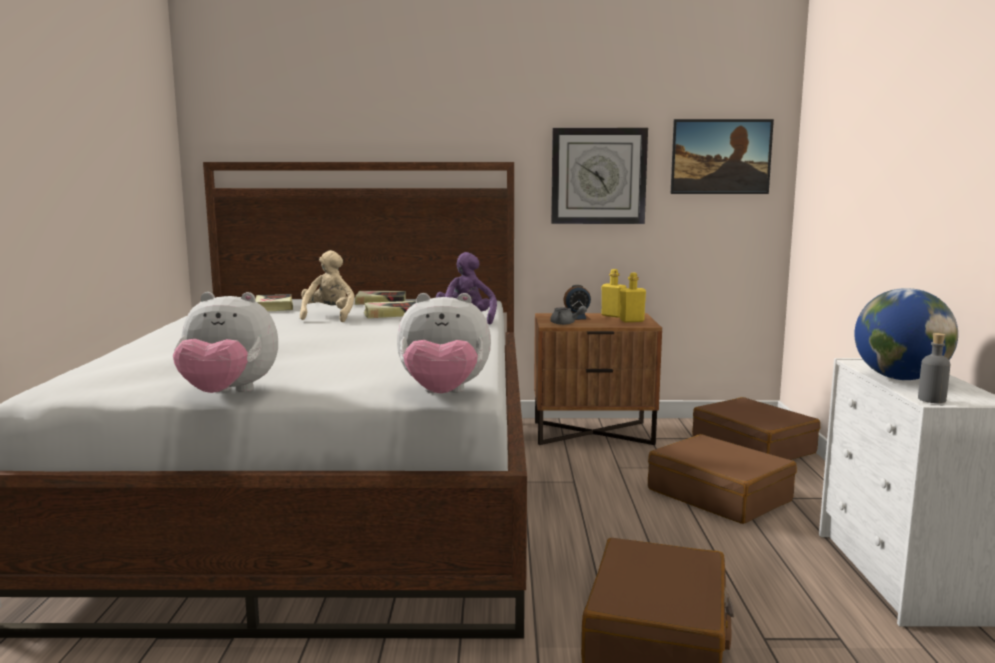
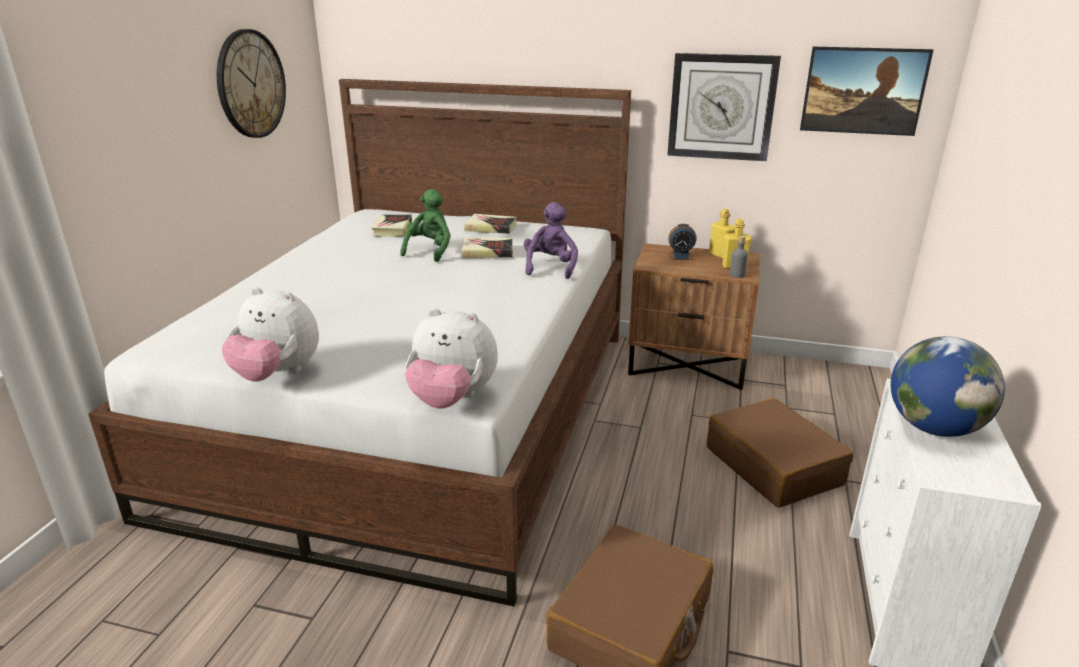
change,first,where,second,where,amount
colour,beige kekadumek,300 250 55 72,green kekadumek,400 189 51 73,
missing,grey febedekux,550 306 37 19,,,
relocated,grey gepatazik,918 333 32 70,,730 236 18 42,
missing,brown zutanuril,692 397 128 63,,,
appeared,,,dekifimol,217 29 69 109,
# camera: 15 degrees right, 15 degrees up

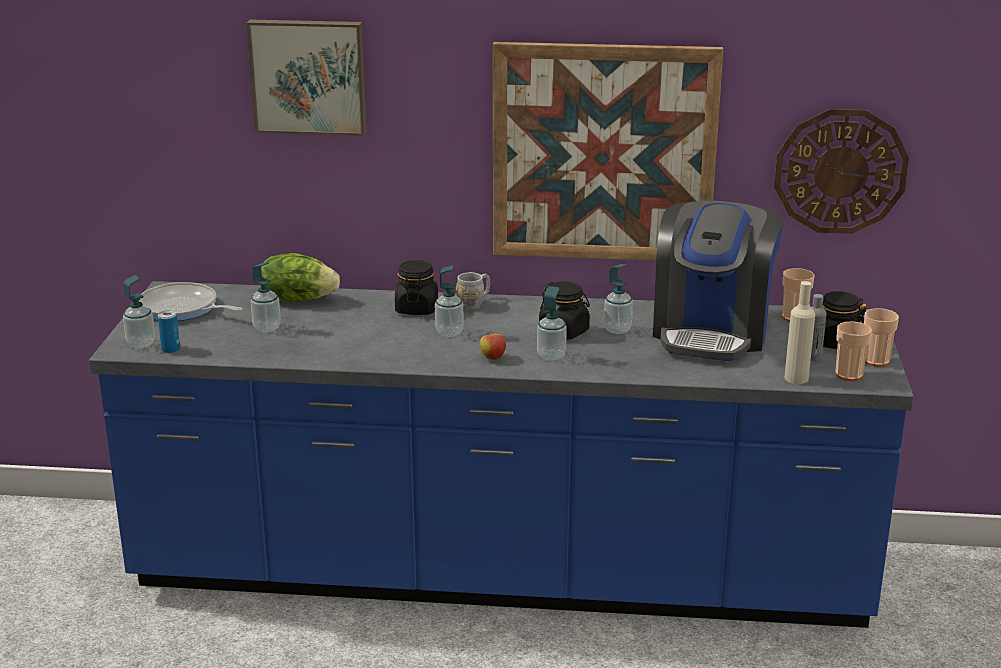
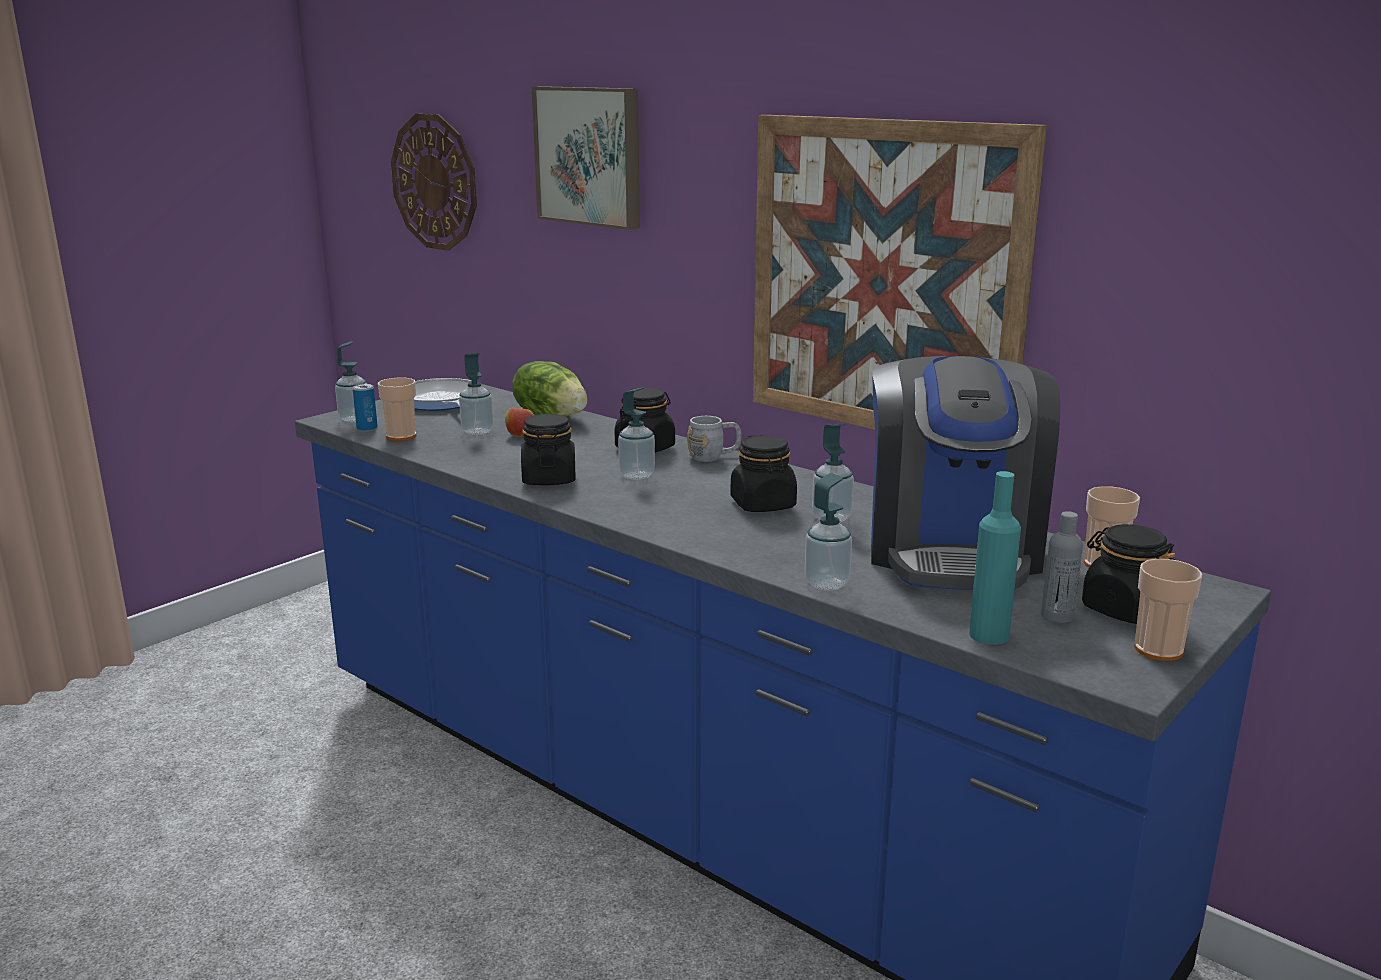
change,first,where,second,where,amount
relocated,dekifimol,774 109 135 125,,391 114 86 137,
spun,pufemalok,653 201 131 160,,871 356 189 234,45 degrees counterclockwise
colour,beige gepatazik,784 281 31 103,turquoise gepatazik,969 471 52 174,
relocated,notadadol,537 286 30 75,,805 473 47 118,
relocated,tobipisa,835 321 37 60,,378 378 38 63,
relocated,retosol,480 330 26 30,,505 405 29 32,
appeared,,,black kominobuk,521 414 54 71,
# camera: 35 degrees right, 5 degrees down

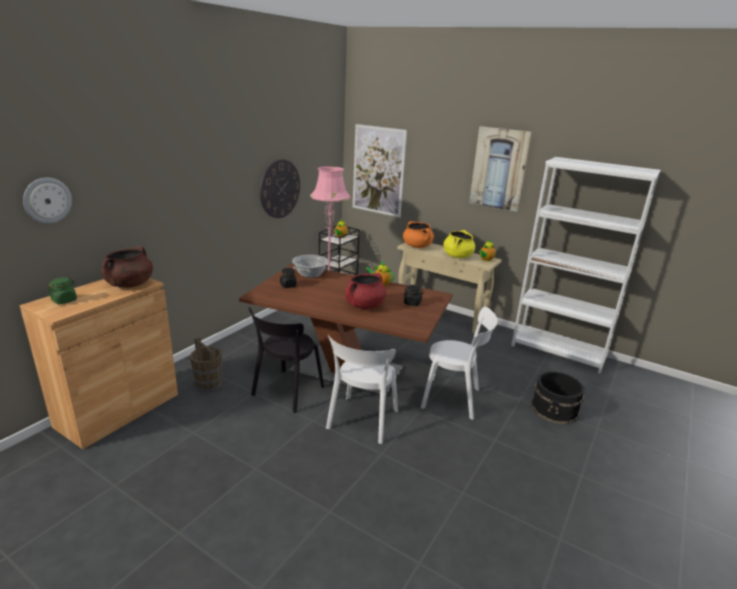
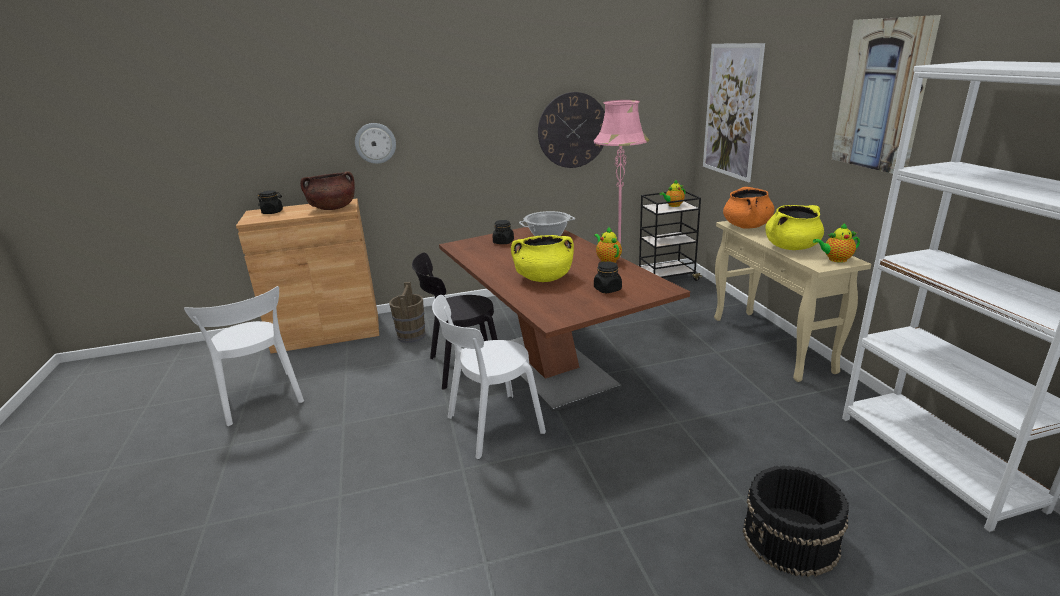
change,first,where,second,where,amount
relocated,dekifimol,23 177 49 46,,355 123 41 41,
colour,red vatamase,345 273 42 36,yellow vatamase,511 235 63 47,
colour,green kominobuk,48 278 29 26,black kominobuk,257 190 26 24,
relocated,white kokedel,421 307 76 113,,184 286 120 140,
# camera: 45 degrees right, 0 degrees up

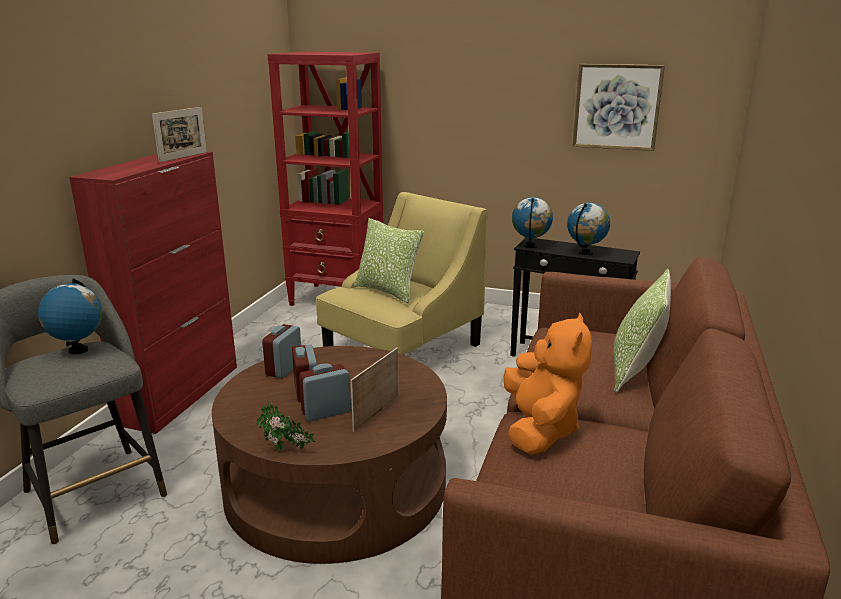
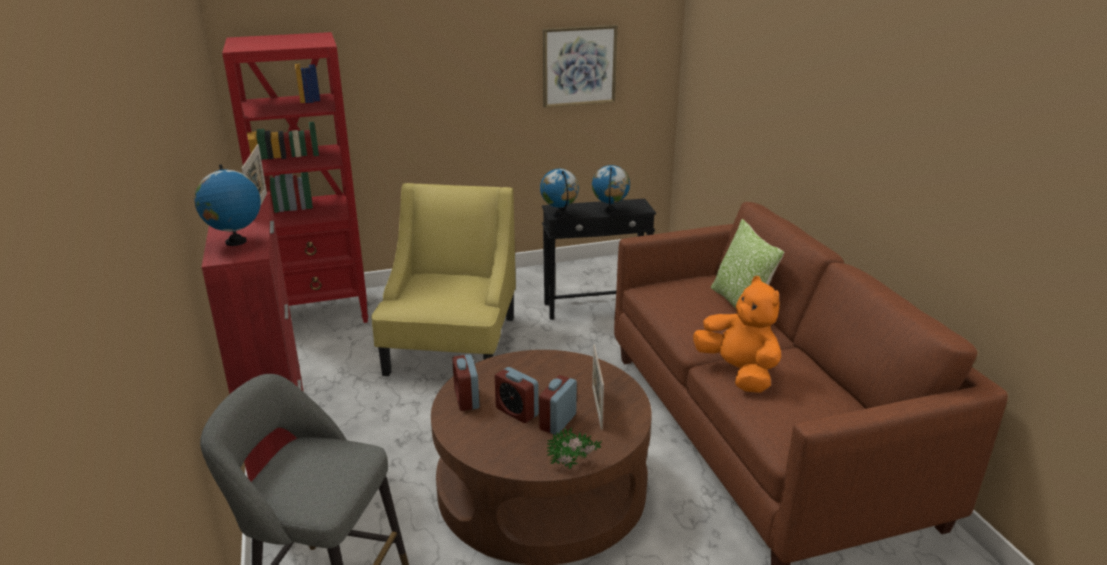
change,first,where,second,where,amount
missing,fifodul,354 218 70 85,,,
relocated,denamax,38 279 64 75,,194 165 67 81,
# camera: 35 degrees left, 5 degrees up

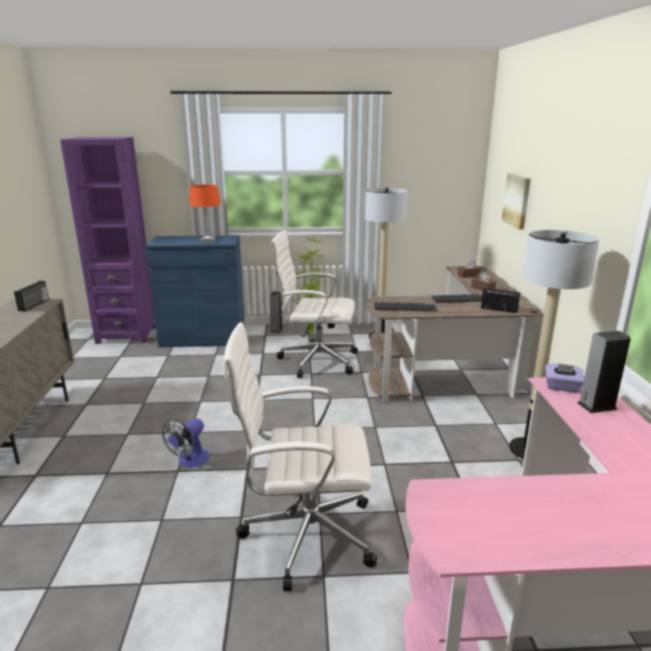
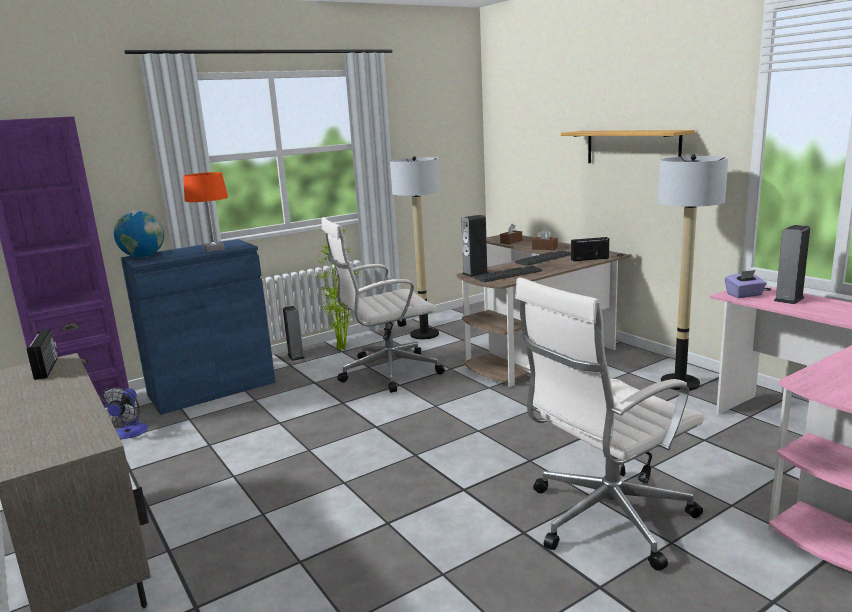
change,first,where,second,where,amount
missing,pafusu,502 173 29 57,,,
relocated,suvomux,162 419 47 48,,98 387 50 52,
appeared,,,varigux,561 130 134 33,
appeared,,,denamax,114 211 50 46,
appeared,,,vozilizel,461 215 27 62,
# camera: 30 degrees left, 5 degrees down

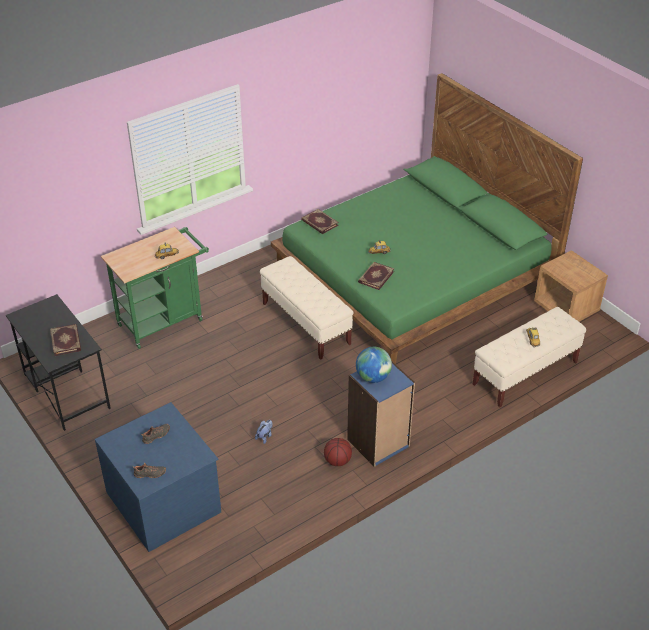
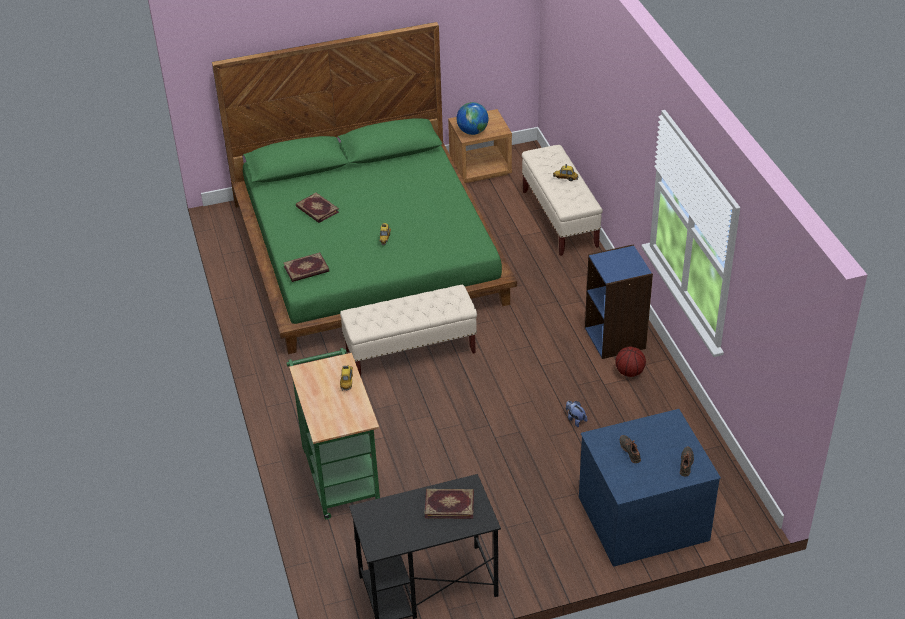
change,first,where,second,where,amount
relocated,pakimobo,358 262 36 28,,296 193 43 30,
relocated,denamax,356 347 36 36,,456 102 33 33,
# camera: 70 degrees left, 0 degrees up

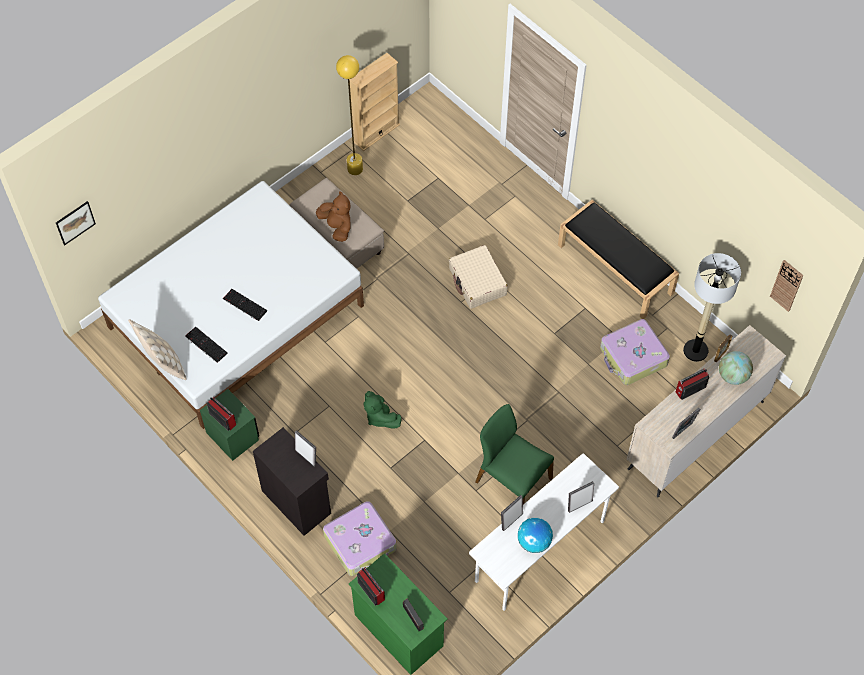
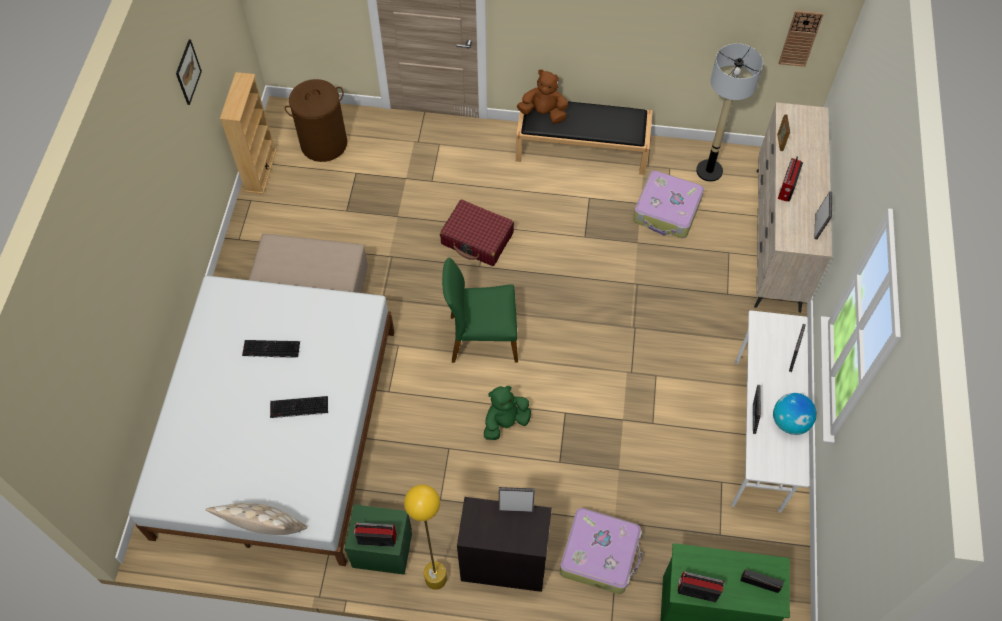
change,first,where,second,where,amount
relocated,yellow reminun,336 55 27 120,,404 484 43 106,
relocated,brown kekadumek,316 191 35 51,,517 70 51 53,
relocated,pafusu,56 201 40 44,,176 40 26 65,
colour,beige zutanuril,449 245 59 64,red zutanuril,440 199 74 67,
relocated,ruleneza,185 327 43 36,,242 340 58 18,
missing,denamax,719 351 34 34,,,
spun,green kekadumek,364 391 38 37,,484 386 47 54,135 degrees clockwise
relocated,green kokedel,475 404 79 101,,442 258 76 105,
appeared,,,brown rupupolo,285 79 62 83,
# camera: 40 degrees left, 0 degrees up

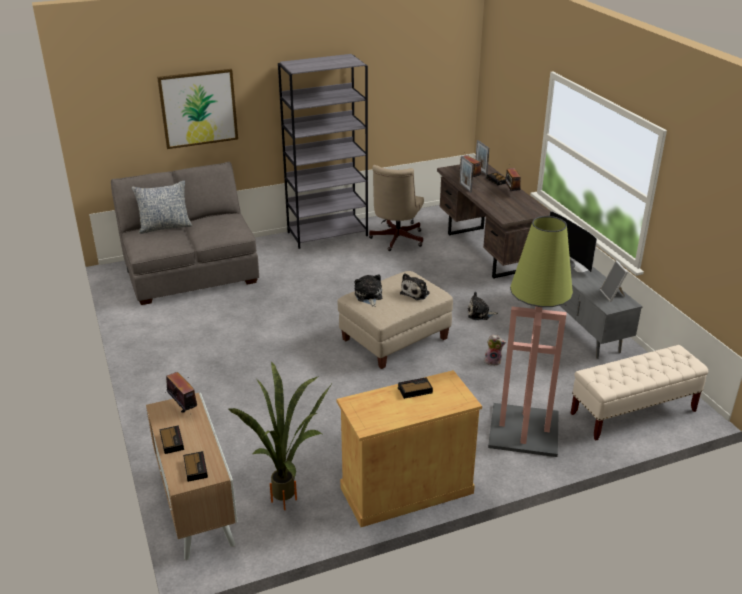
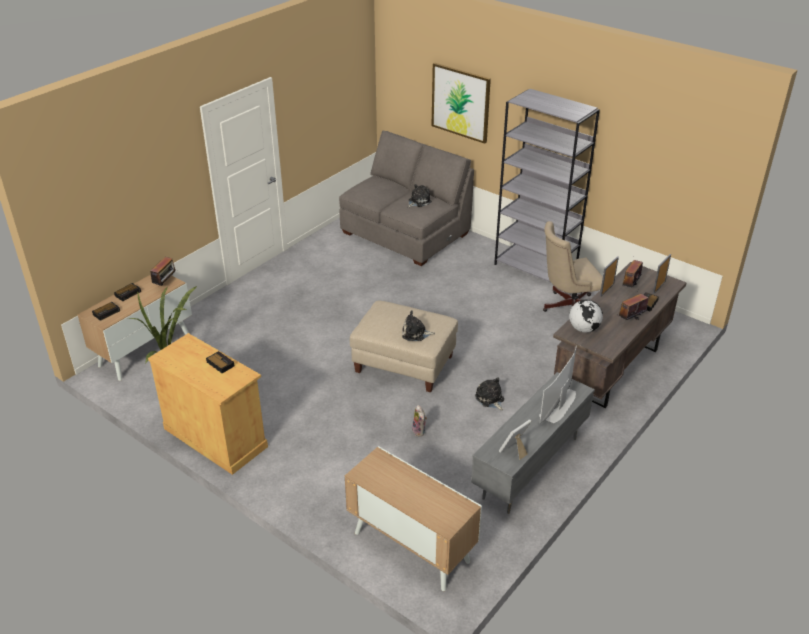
change,first,where,second,where,amount
missing,fifodul,132 180 60 53,,,
missing,reminun,488 216 85 241,,,
relocated,kekadumek,355 274 27 33,,408 184 24 24,
exchanged,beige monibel,570 345 138 96,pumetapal,345 446 137 145,
appeared,,,denamax,569 300 34 33,
# camera: 60 degrees right, 5 degrees up

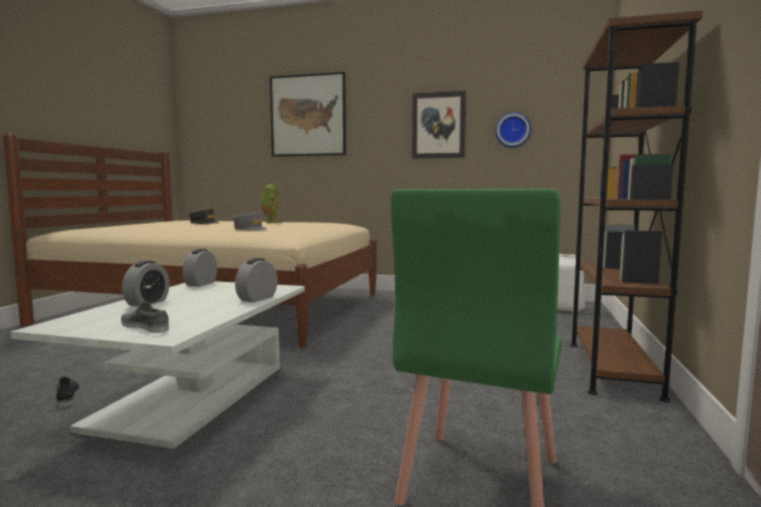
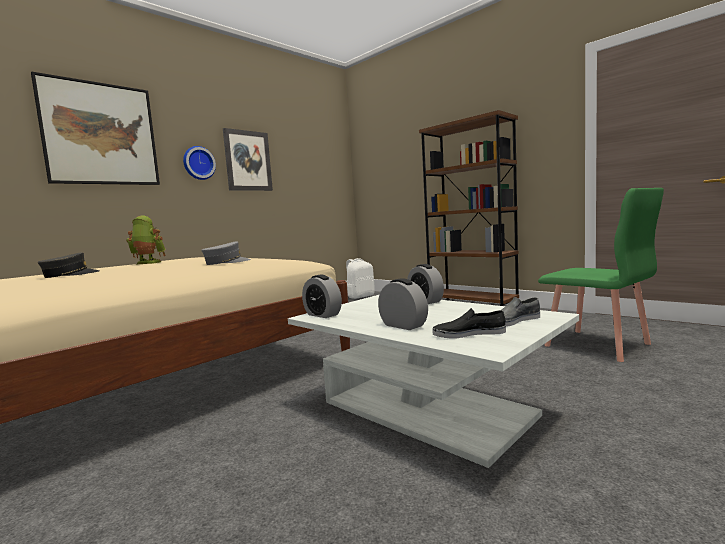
change,first,where,second,where,amount
relocated,dekifimol,495 112 36 36,,183 146 33 34,
relocated,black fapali,56 377 24 30,,433 308 73 30,
# camera: 60 degrees left, 0 degrees up

